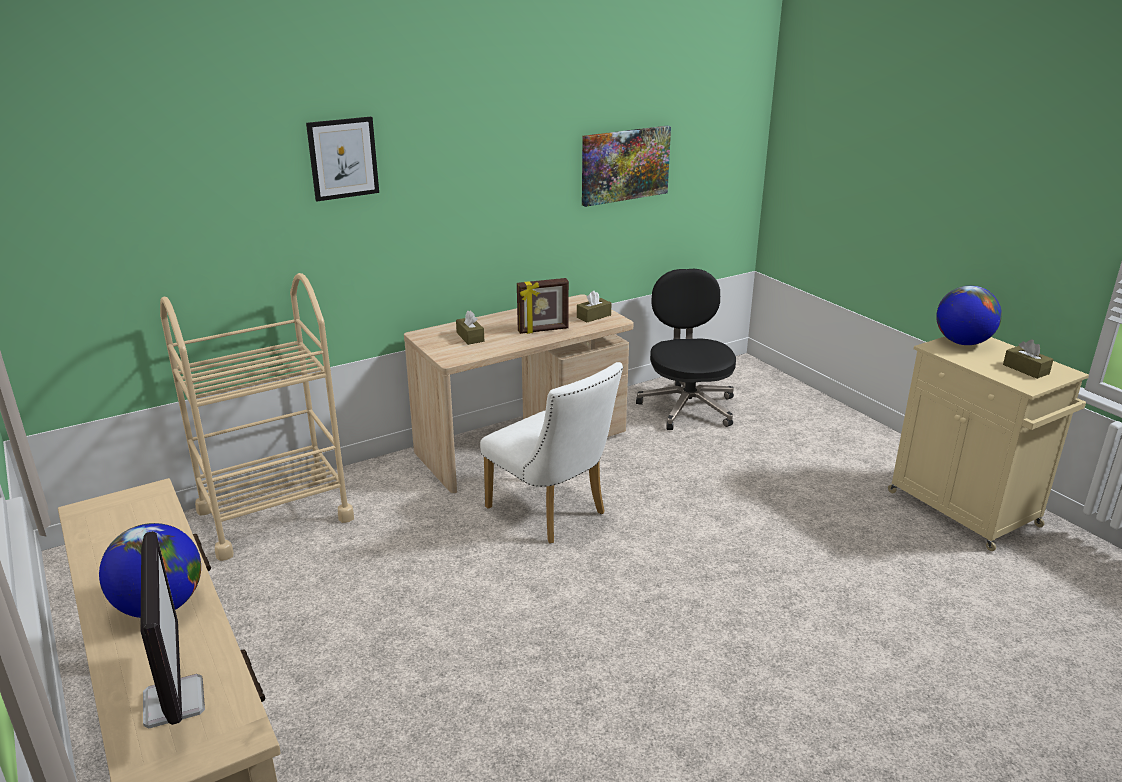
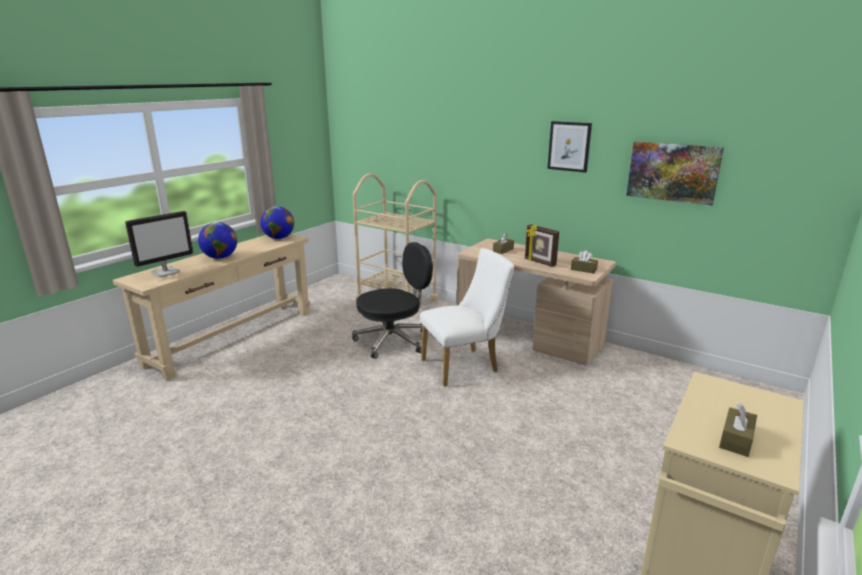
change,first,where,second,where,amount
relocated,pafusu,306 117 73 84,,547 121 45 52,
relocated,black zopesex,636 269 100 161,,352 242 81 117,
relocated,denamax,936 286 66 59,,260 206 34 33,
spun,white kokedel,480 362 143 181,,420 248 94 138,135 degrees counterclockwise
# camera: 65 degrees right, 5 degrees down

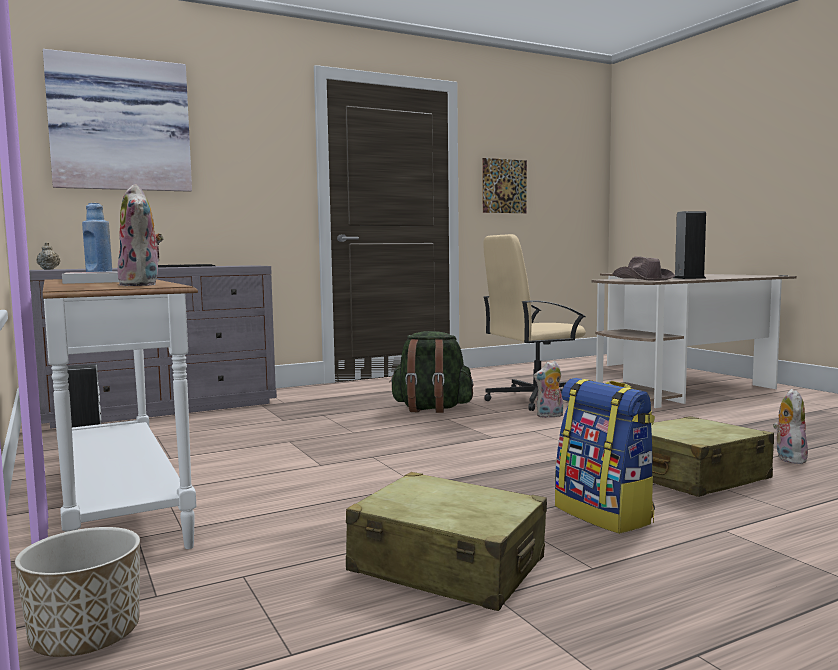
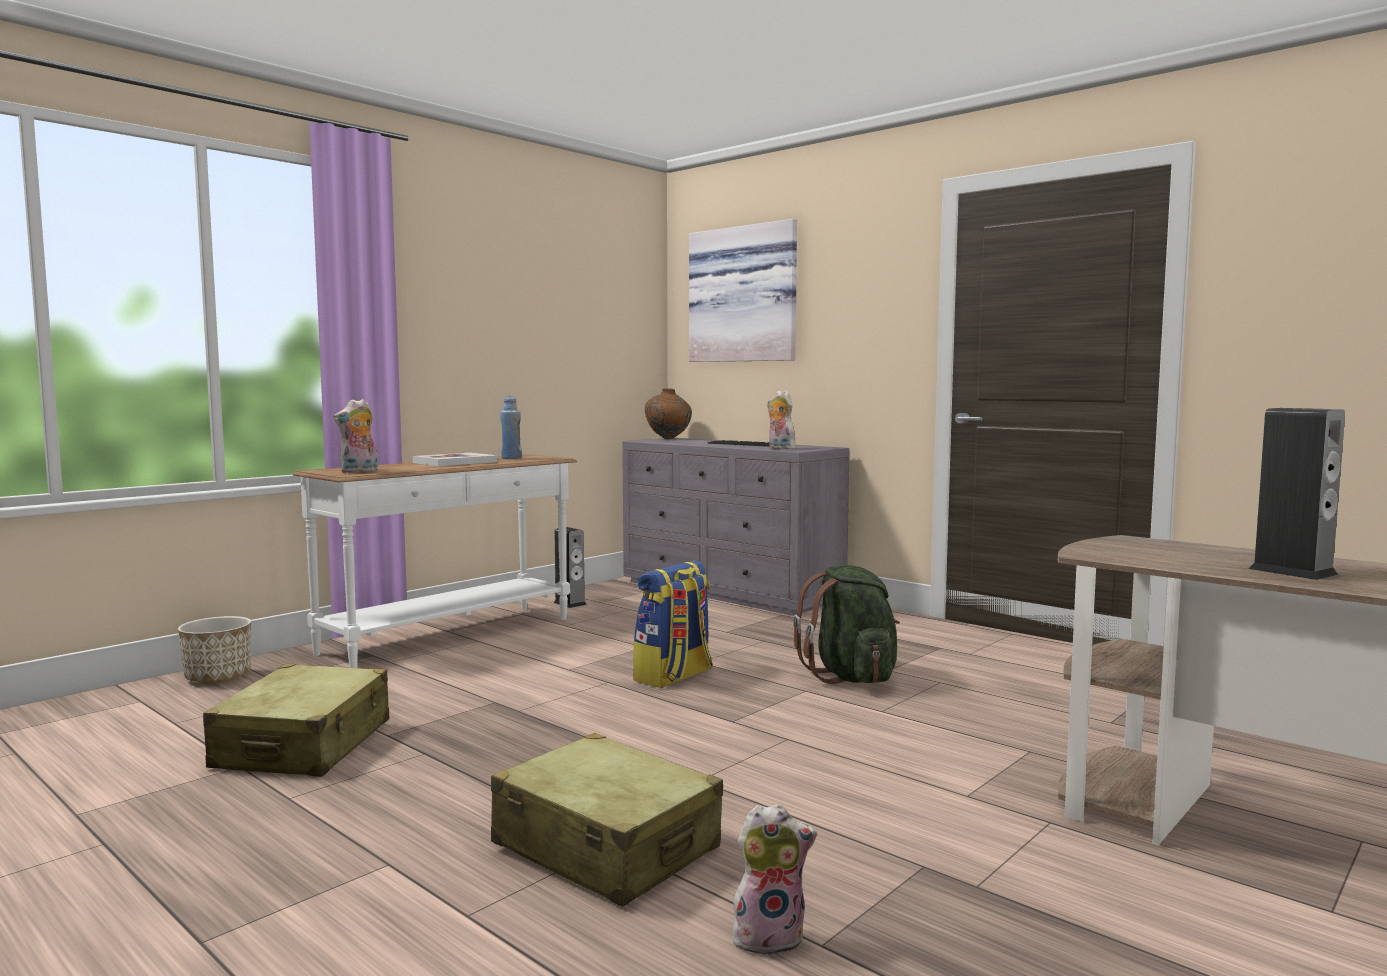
change,first,where,second,where,amount
missing,pafusu,482 158 45 55,,,
missing,beige zopesex,483 234 103 177,,,
exchanged,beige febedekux,37 242 23 28,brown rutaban,645 388 47 51,
missing,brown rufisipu,613 256 62 25,,,
relocated,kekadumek,534 361 29 57,,767 390 28 59,
relocated,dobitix,555 378 100 156,,633 561 80 127,
# camera: 70 degrees right, 0 degrees up

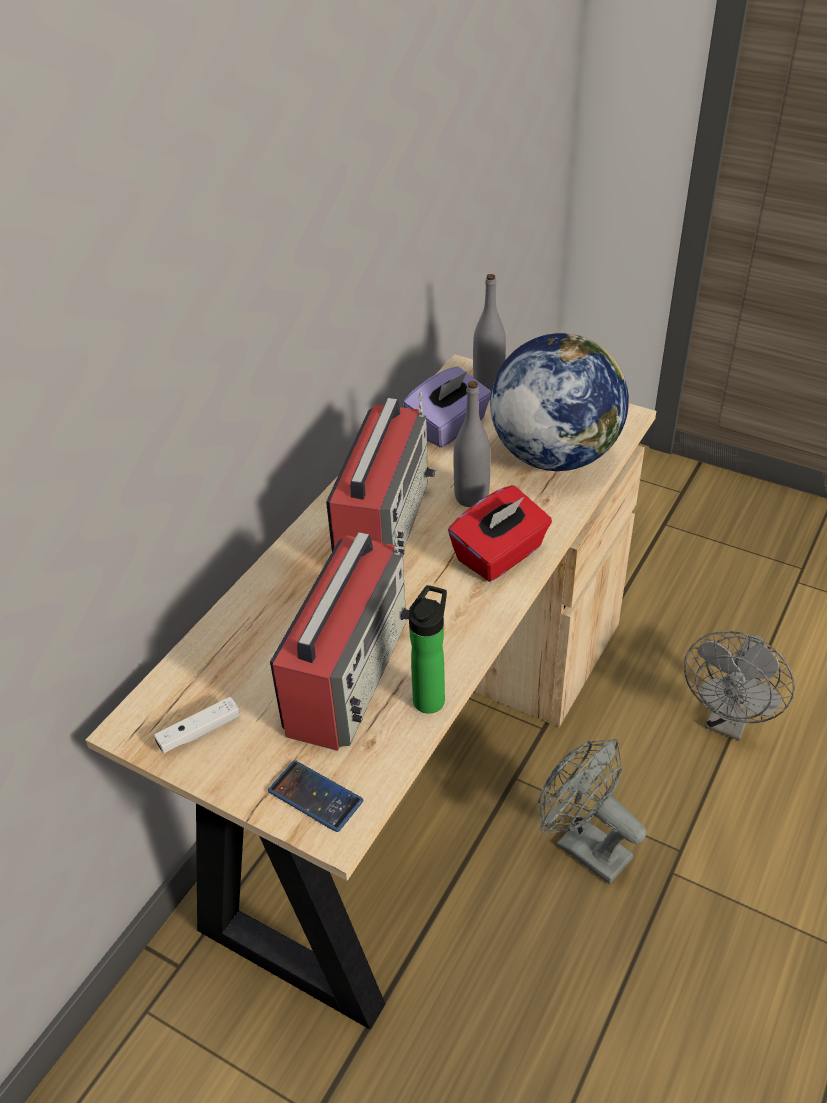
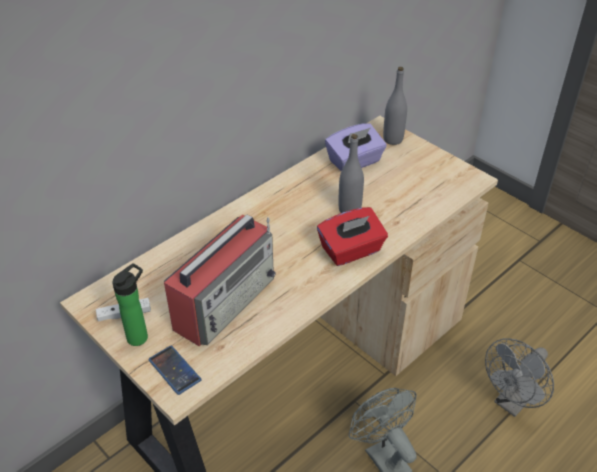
change,first,where,second,where,amount
missing,denamax,490 333 139 138,,,
missing,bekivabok,326 392 109 163,,,
relocated,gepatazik,409 585 38 129,,112 263 36 83,
# camera: 15 degrees right, 0 degrees up

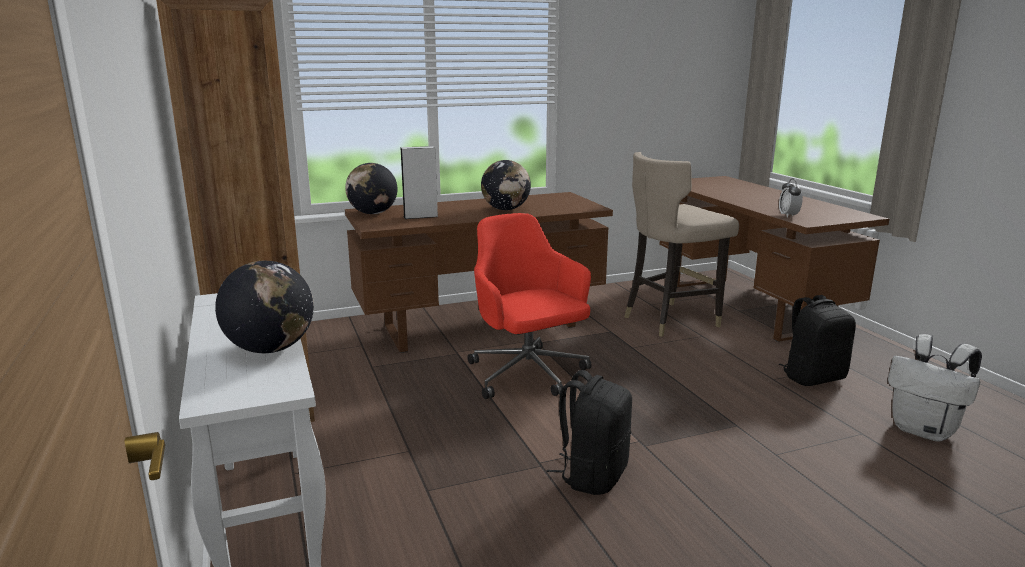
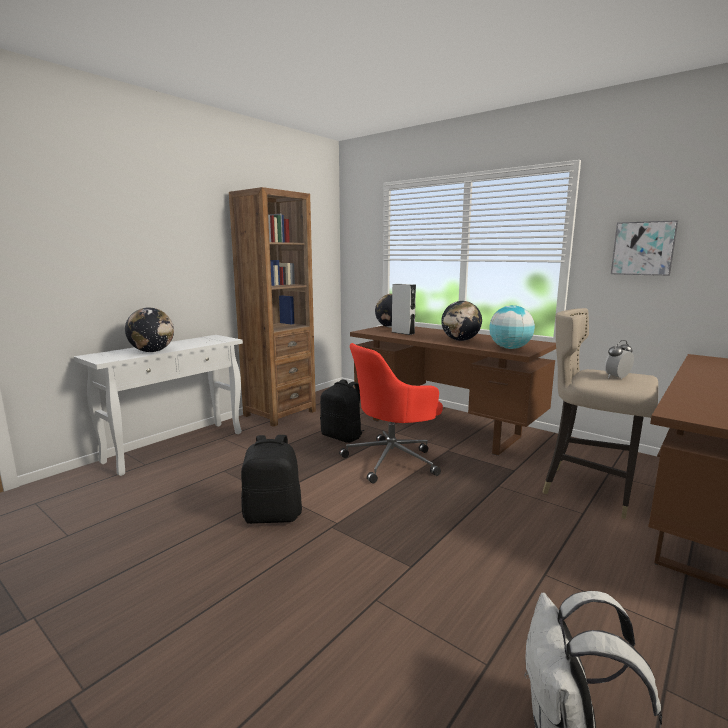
change,first,where,second,where,amount
relocated,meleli,779 178 24 40,,605 340 29 39,
spun,red zopesex,468 213 124 186,,339 343 104 140,150 degrees counterclockwise
relocated,black dobitix,779 295 77 91,,320 380 44 63,
appeared,,,pafusu,611 220 67 56,
appeared,,,denamax,489 305 46 44,
# camera: 60 degrees right, 5 degrees down

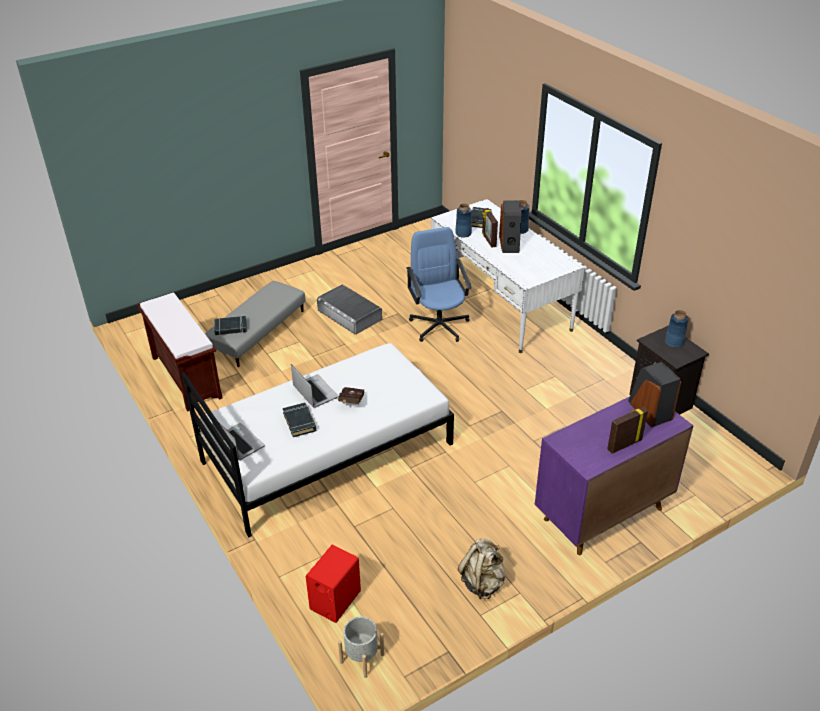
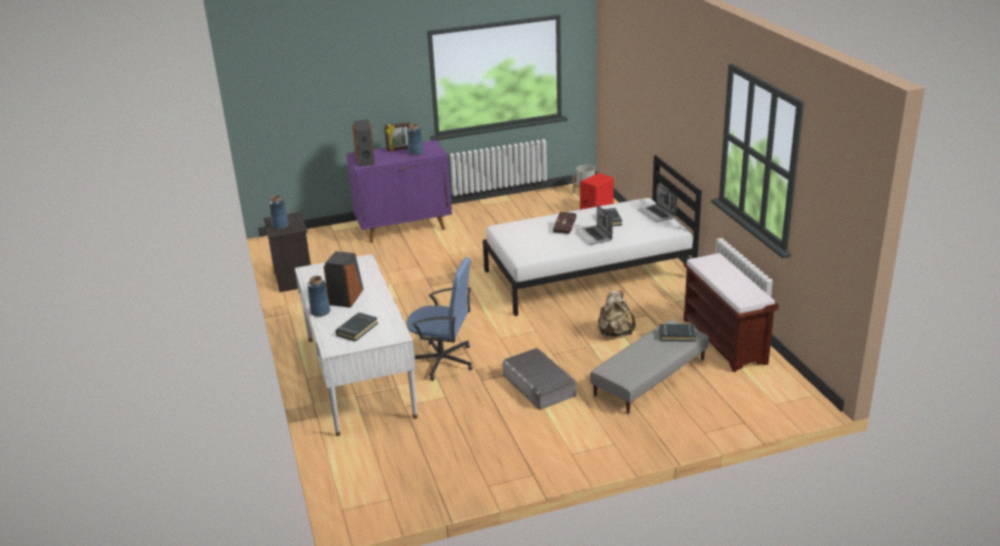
change,first,where,second,where,amount
relocated,blue rutaban,455 204 17 34,,407 124 16 31,
missing,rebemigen,482 208 16 40,,,
spun,blue zopesex,406 227 66 115,,407 257 66 124,75 degrees counterclockwise
relocated,beige dobitix,458 538 47 61,,598 290 37 47,
# camera: 165 degrees left, 10 degrees down

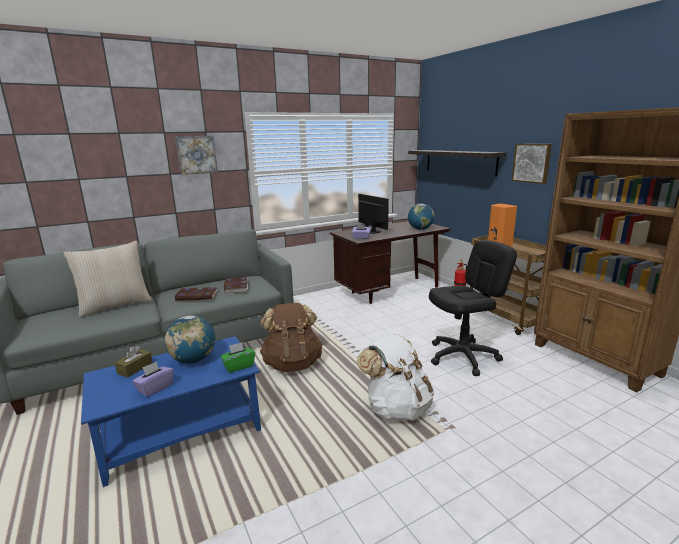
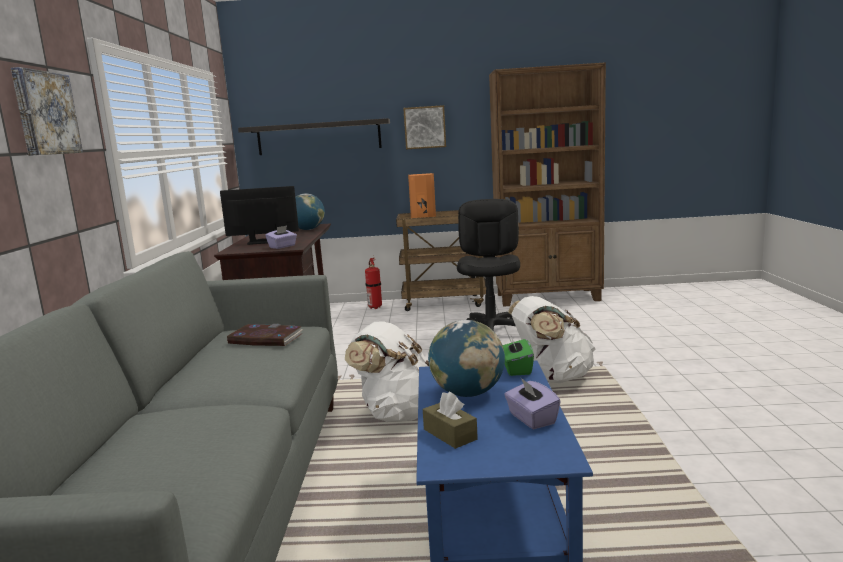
change,first,where,second,where,amount
missing,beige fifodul,63 241 89 76,,,
missing,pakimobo,174 287 44 13,,,
colour,brown dobitix,260 303 63 69,white dobitix,345 321 84 101,
# camera: 60 degrees left, 5 degrees down

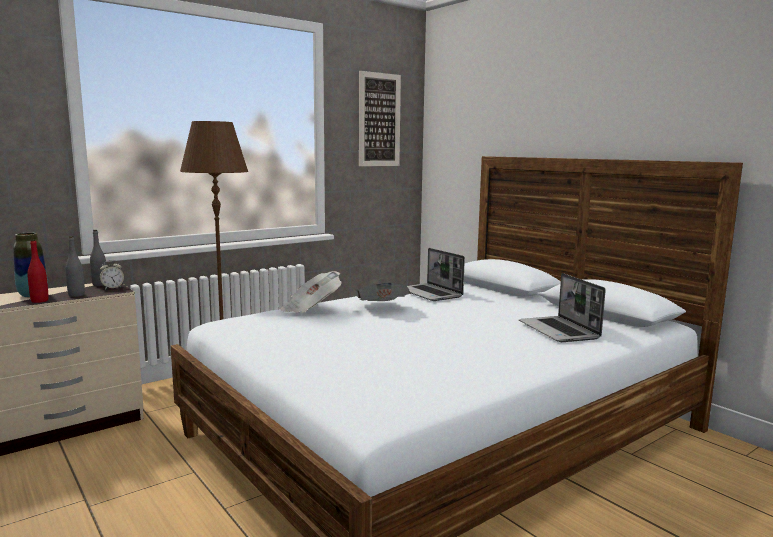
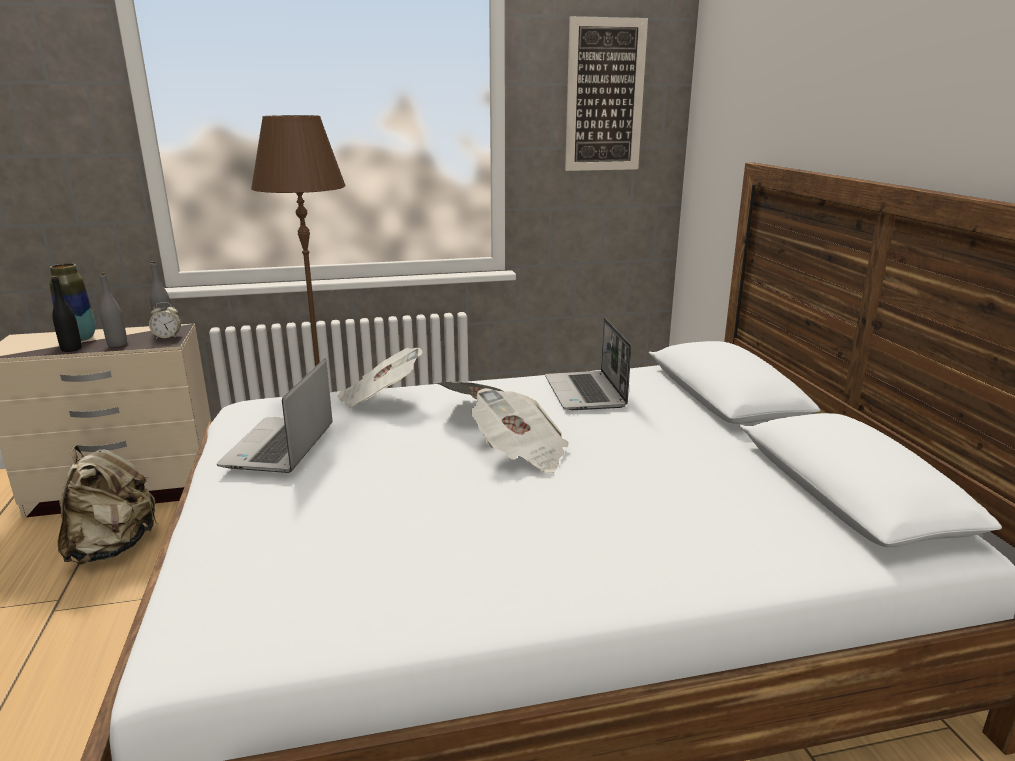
change,first,where,second,where,amount
colour,red gepatazik,27 240 22 63,black gepatazik,51 276 30 76,
relocated,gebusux,519 273 87 69,,217 359 116 114,
appeared,,,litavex,471 388 98 85,
appeared,,,beige dobitix,58 445 100 120,
# camera: 25 degrees right, 10 degrees up

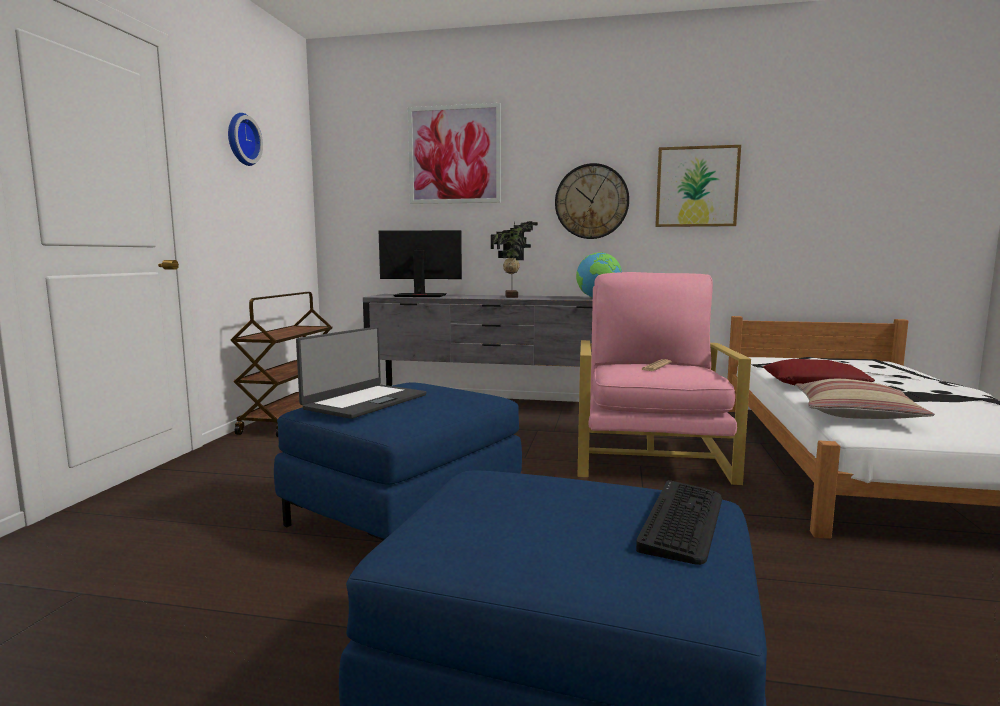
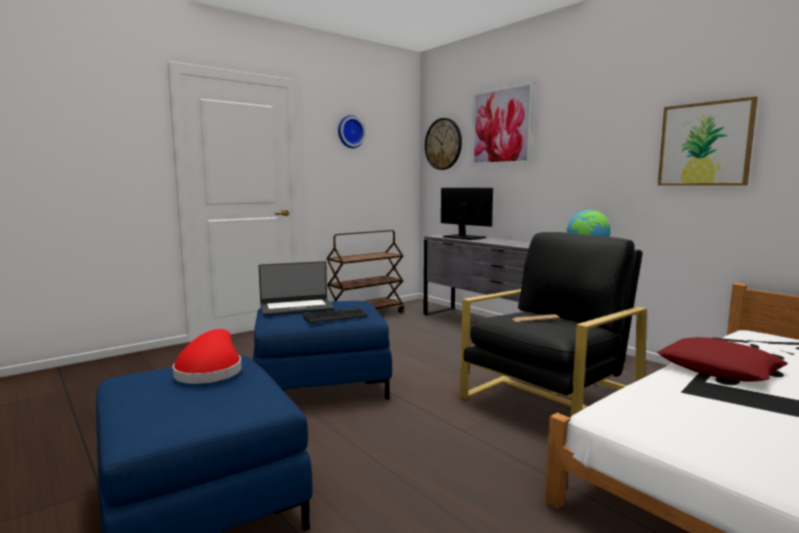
change,first,where,second,where,amount
relocated,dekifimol,555 163 74 76,,425 118 37 52,
missing,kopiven,491 221 47 77,,,
colour,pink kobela,578 272 173 213,black kobela,460 232 187 184,
missing,fifodul,795 379 140 40,,,
relocated,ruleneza,636 480 86 85,,303 308 64 15,
appeared,,,red rufisipu,173 329 69 55,
# camera: 40 degrees right, 0 degrees up

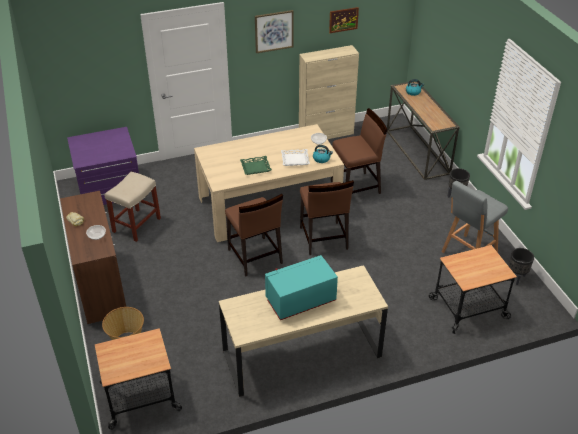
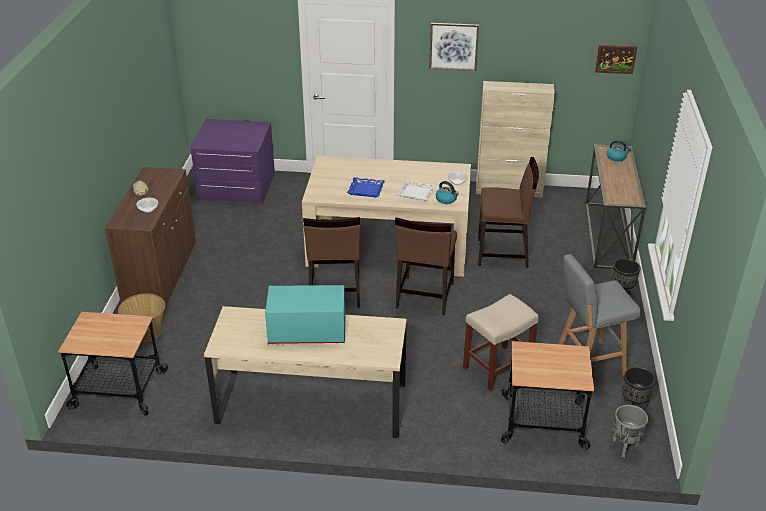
change,first,where,second,where,amount
relocated,pafusu,329 7 30 26,,595 45 42 29,
colour,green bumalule,240 156 32 19,blue bumalule,347 177 38 20,
relocated,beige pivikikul,105 172 56 70,,463 294 76 97,
appeared,,,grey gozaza,613 405 35 53,
# camera: 25 degrees right, 5 degrees down

